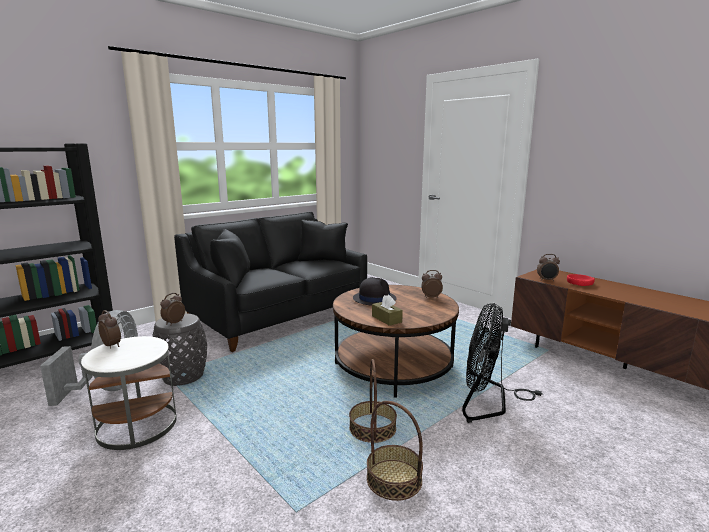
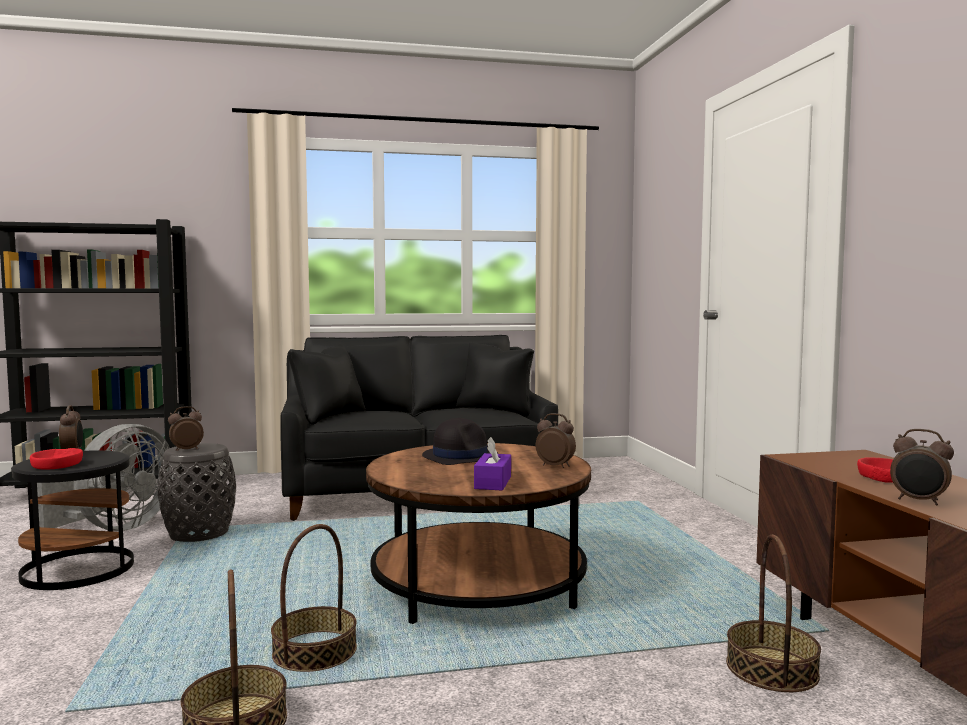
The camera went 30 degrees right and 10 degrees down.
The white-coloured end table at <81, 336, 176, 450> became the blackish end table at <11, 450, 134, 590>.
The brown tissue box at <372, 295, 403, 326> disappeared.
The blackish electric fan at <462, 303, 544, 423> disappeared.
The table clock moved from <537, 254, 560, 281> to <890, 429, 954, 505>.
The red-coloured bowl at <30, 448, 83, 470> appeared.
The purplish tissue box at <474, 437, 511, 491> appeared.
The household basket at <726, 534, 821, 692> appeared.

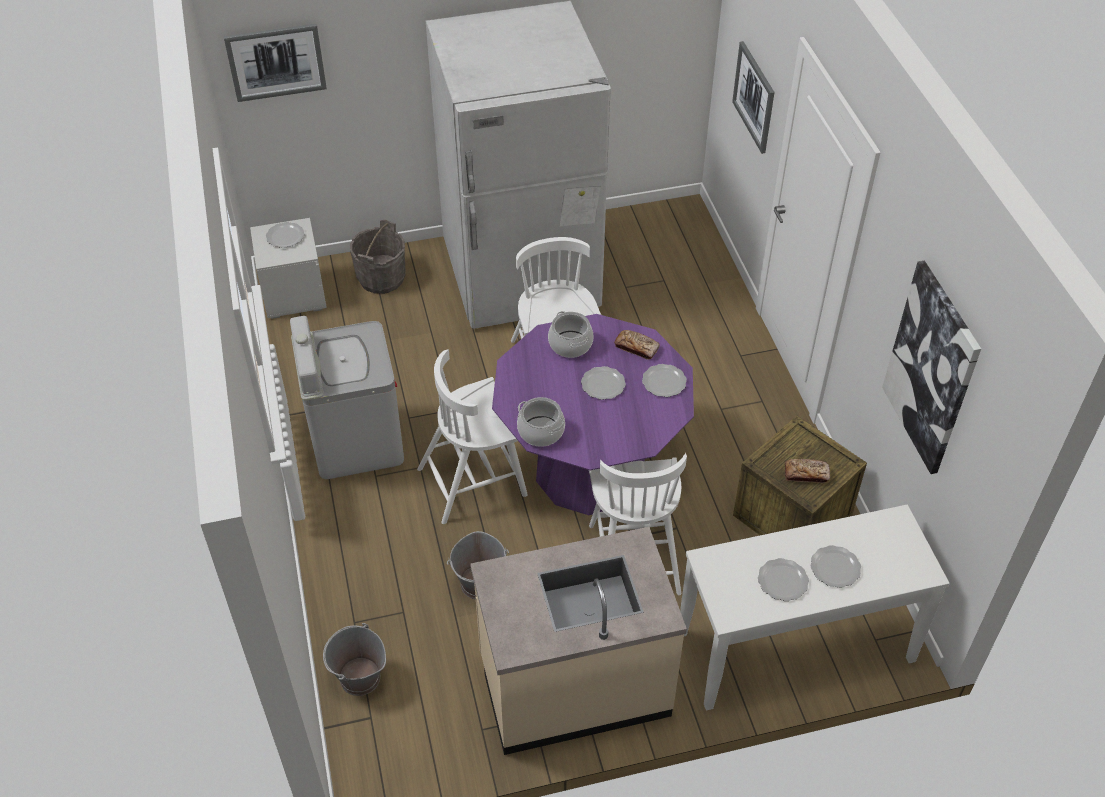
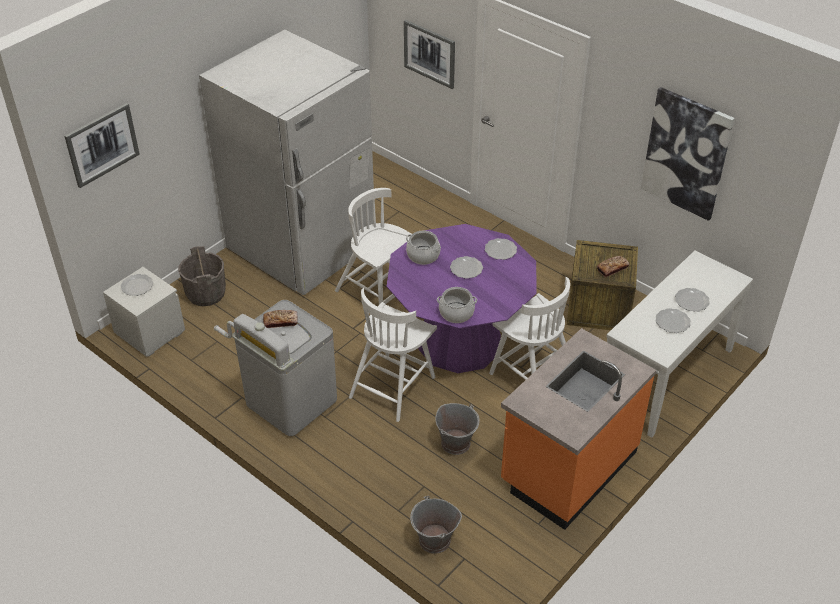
The camera went 35 degrees left and 5 degrees down.
The beige-coloured kitchen base unit at <470, 527, 687, 755> became the orange kitchen base unit at <501, 328, 656, 530>.
The baked bread moved from <614, 330, 660, 360> to <263, 310, 298, 328>.

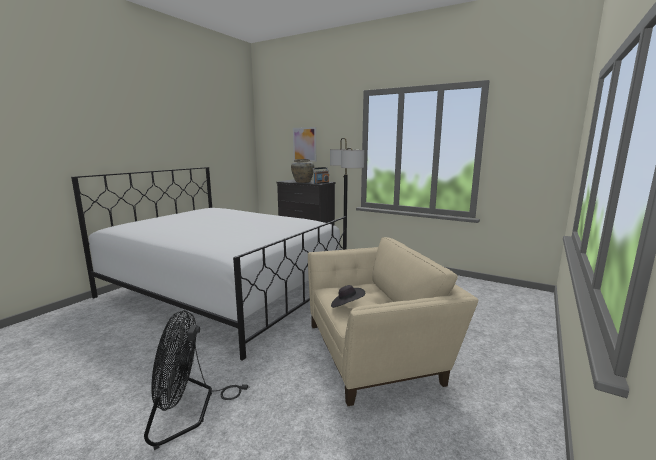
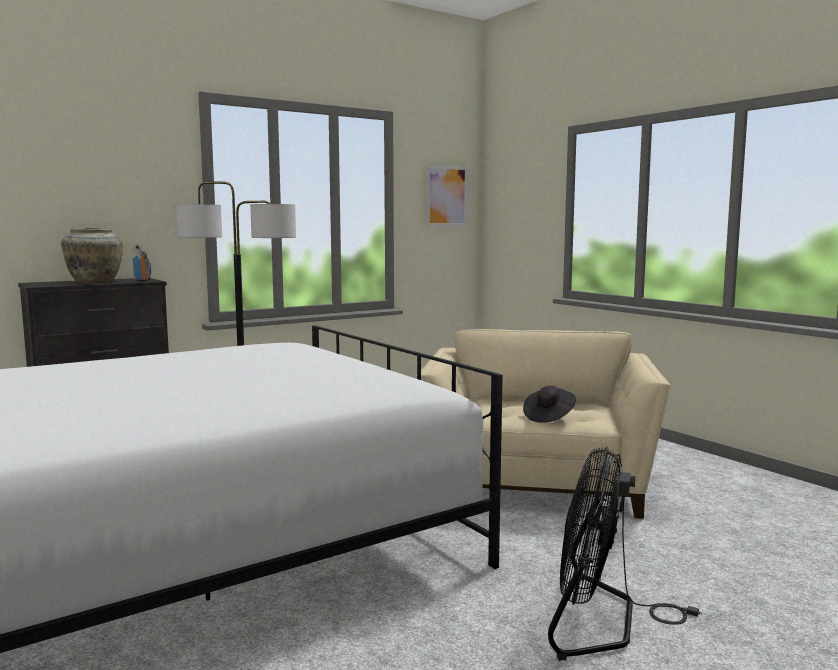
The camera went 65 degrees left and 5 degrees down.
The blackish electric fan at <144, 310, 249, 450> turned 90 degrees clockwise.
The picture moved from <293, 127, 316, 162> to <427, 165, 467, 226>.

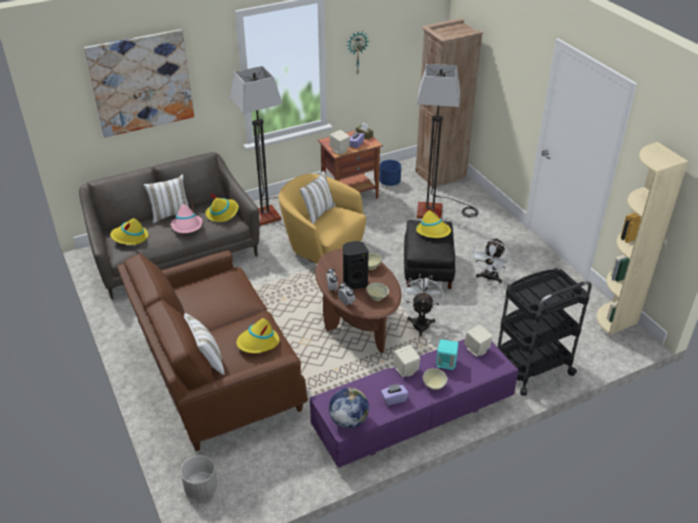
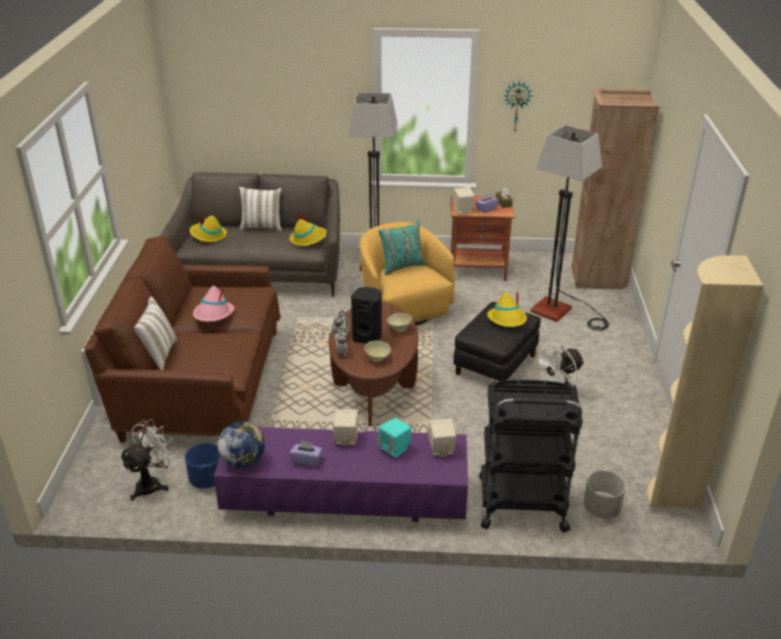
The camera went 30 degrees right and 5 degrees down.
The picture at <84, 29, 194, 138> disappeared.
The pink-coloured clothing hat moved from <171, 204, 203, 233> to <193, 285, 234, 322>.
The grey plant pot moved from <181, 455, 217, 500> to <583, 470, 626, 519>.
The yellowish clothing hat at <236, 318, 279, 353> disappeared.
The white-coloured cushion at <300, 171, 336, 224> became the turquoise-coloured cushion at <378, 221, 426, 275>.
The blue plant pot moved from <379, 160, 401, 186> to <185, 443, 220, 489>.
The white-coloured electric fan moved from <403, 274, 444, 336> to <119, 419, 178, 501>.
The beige-coloured bowl at <423, 368, 447, 390> disappeared.

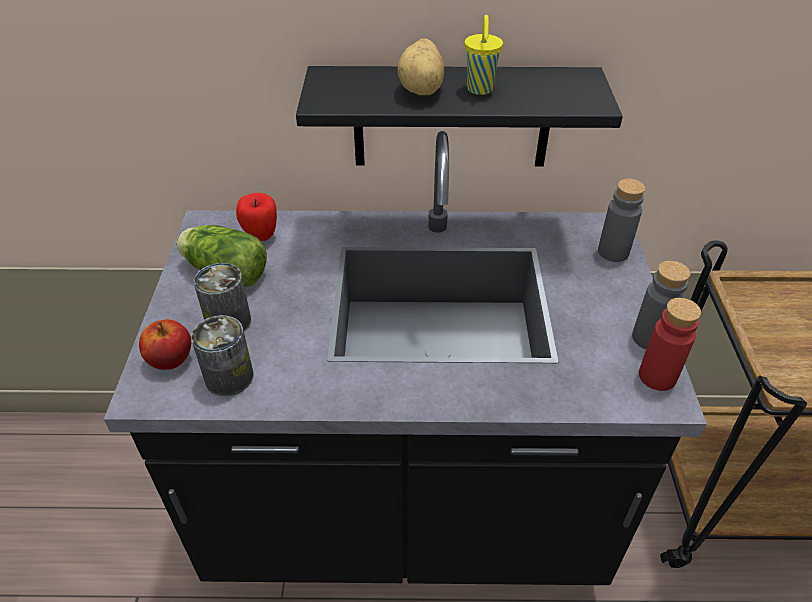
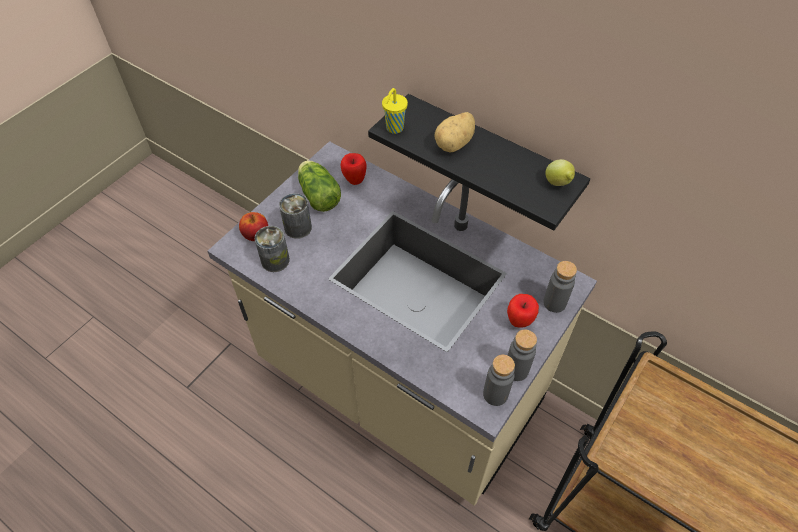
The camera went 35 degrees right and 10 degrees up.
The blackish kitchen base unit at <104, 131, 707, 585> became the beige-coloured kitchen base unit at <207, 141, 597, 506>.
The yellowish drinking cup moved from <464, 15, 503, 95> to <382, 88, 408, 134>.
The red-coloured bottle at <639, 298, 701, 391> became the grey bottle at <483, 354, 515, 406>.
The apple fruit at <507, 294, 539, 328> appeared.
The citrus fruit at <546, 159, 575, 186> appeared.

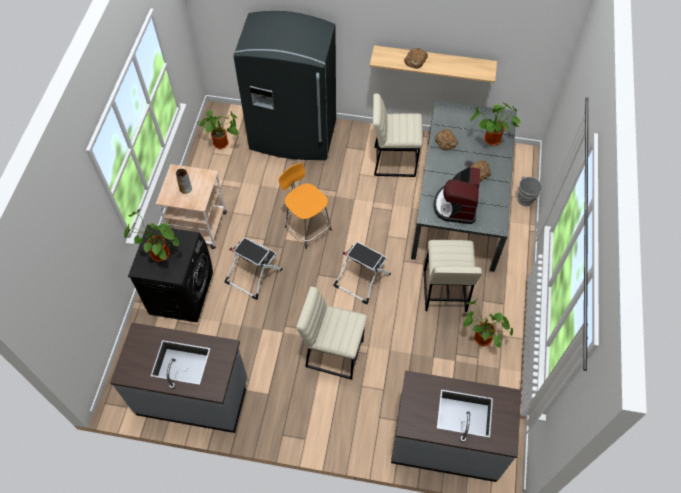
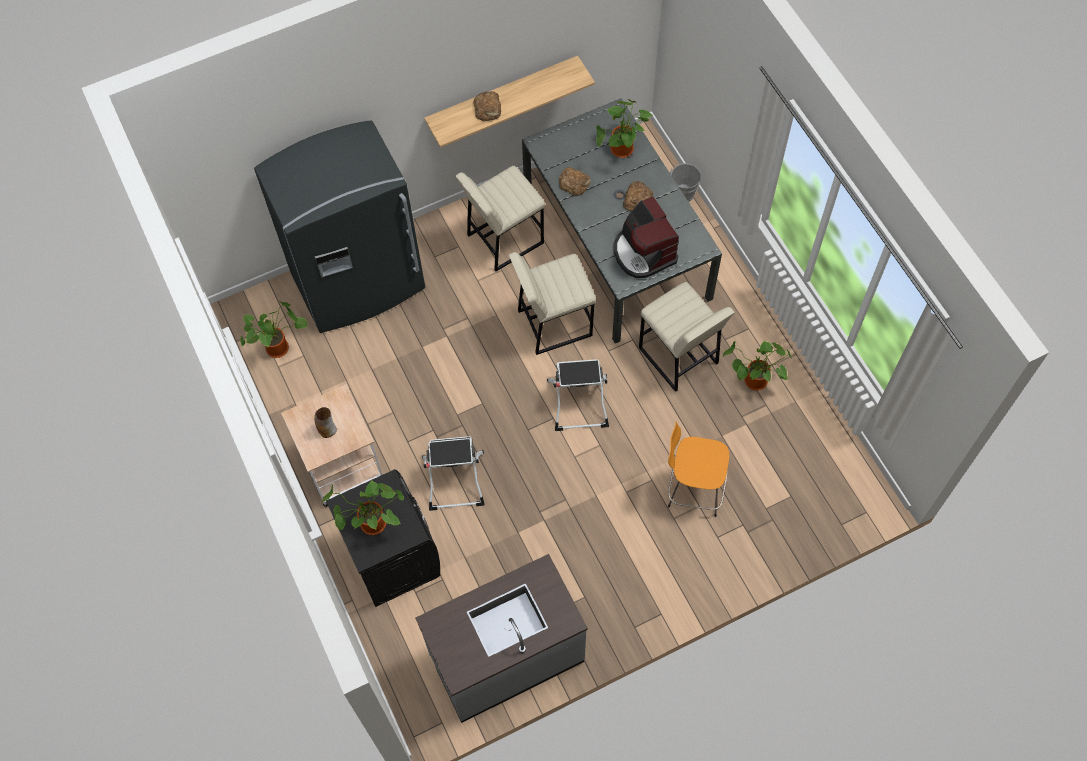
The camera went 35 degrees left and 5 degrees up.
The orange sitting stool moved from <279, 163, 332, 249> to <668, 422, 729, 517>.
The beige-coloured upright chair moved from <296, 286, 367, 380> to <509, 252, 596, 355>.
The grey kitchen base unit at <391, 370, 521, 482> disappeared.

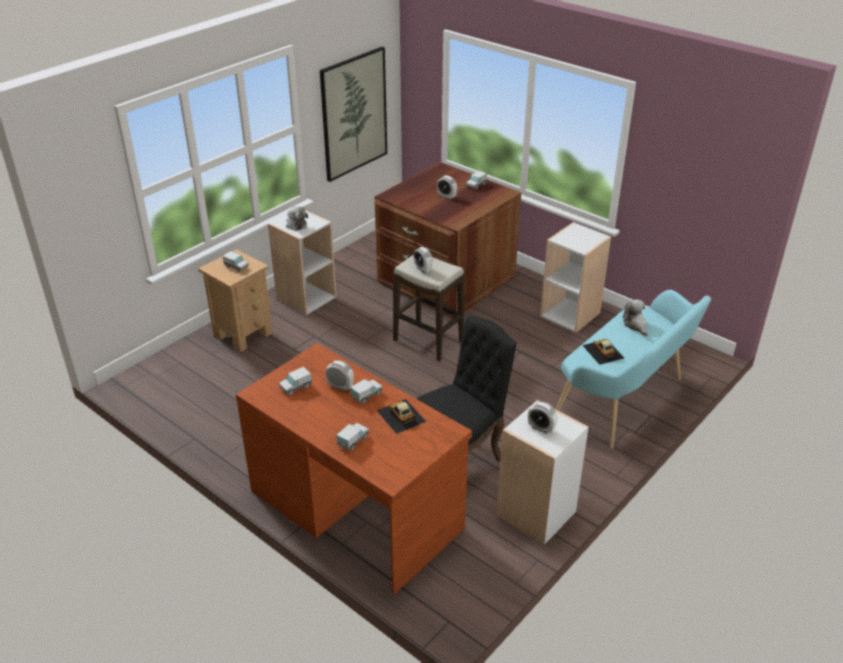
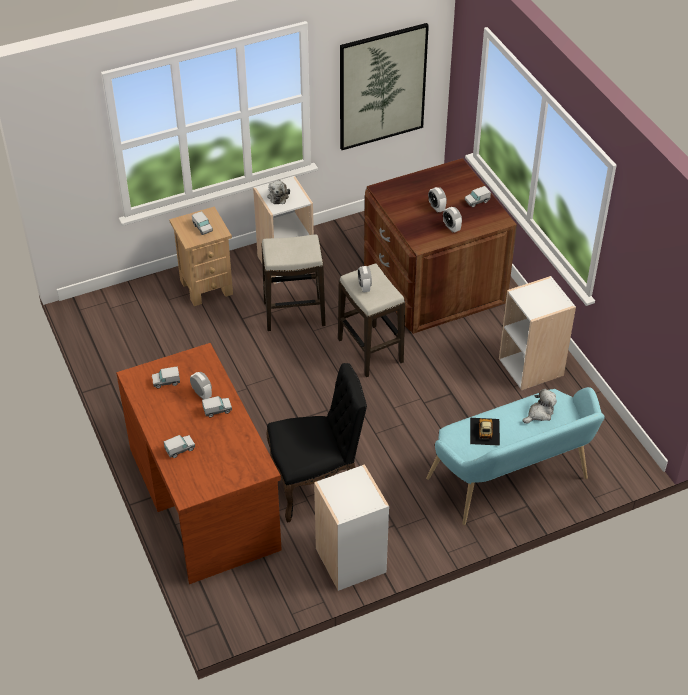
The camera went 25 degrees right and 10 degrees up.
The toy car at <377, 399, 426, 434> disappeared.
The table clock moved from <528, 402, 557, 434> to <443, 207, 462, 233>.
The cuddly toy at <623, 300, 648, 336> turned 45 degrees clockwise.
The sitting stool at <261, 234, 325, 331> appeared.

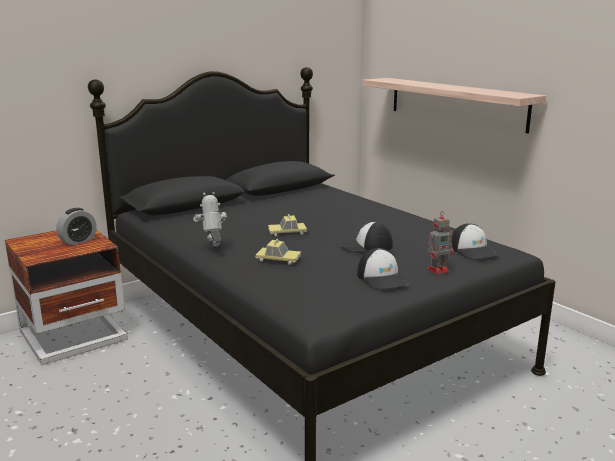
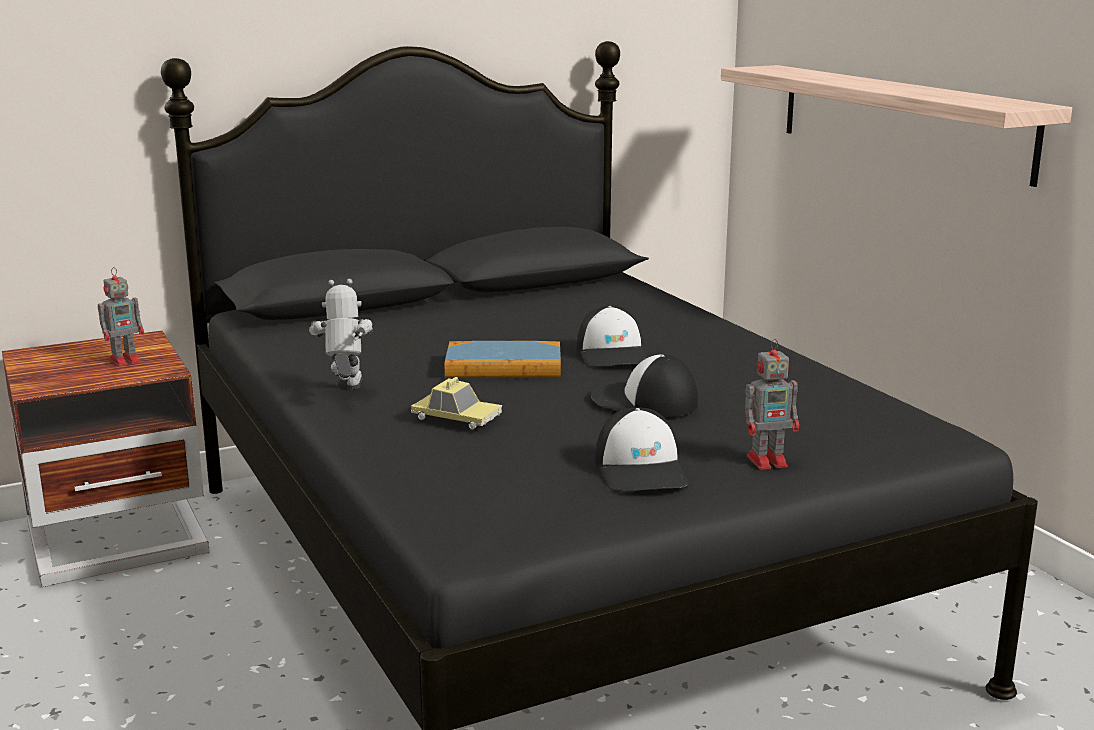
The camera went 10 degrees right and 0 degrees up.
The table clock at <56, 208, 97, 245> was replaced by the toy robot at <98, 267, 144, 367>.
The toy car at <268, 214, 307, 236> was replaced by the book at <445, 341, 561, 377>.
The cap moved from <452, 223, 499, 259> to <576, 306, 648, 367>.

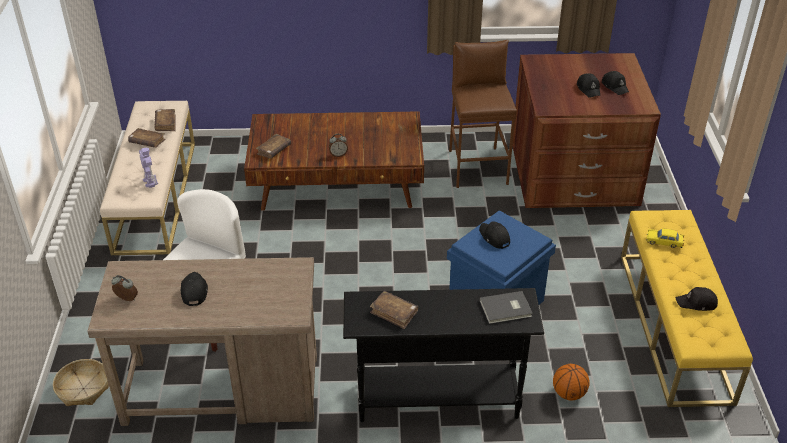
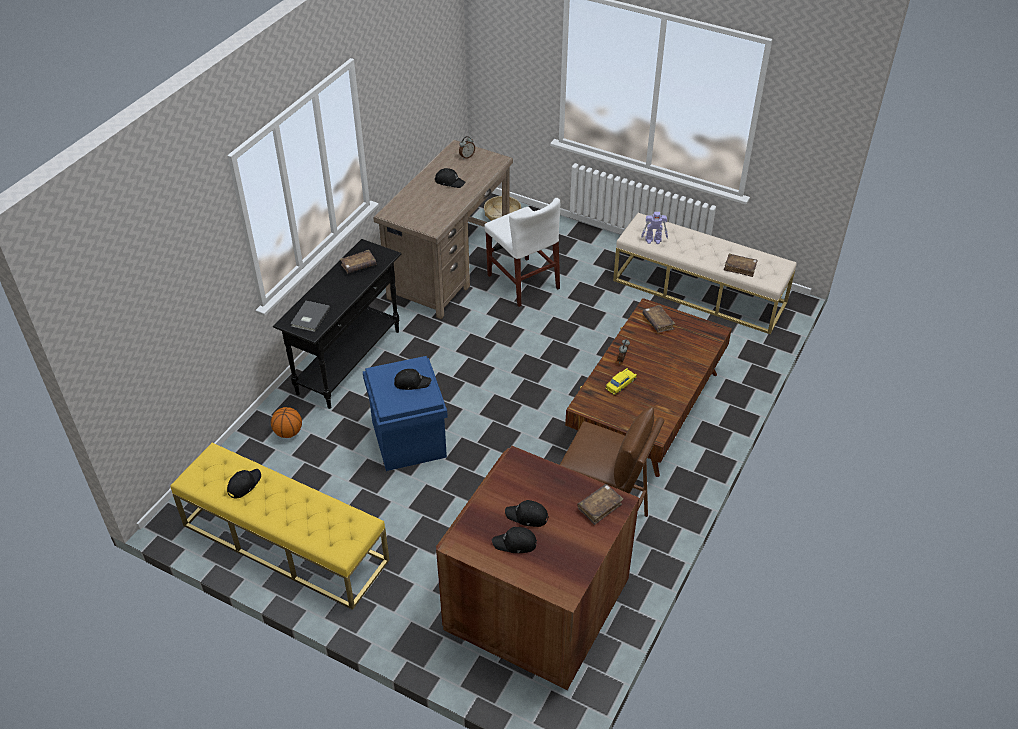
The camera went 120 degrees right and 5 degrees up.
The brown book moved from <128, 128, 166, 148> to <577, 484, 624, 525>.
The yellowish toy car moved from <646, 229, 684, 248> to <605, 368, 637, 395>.

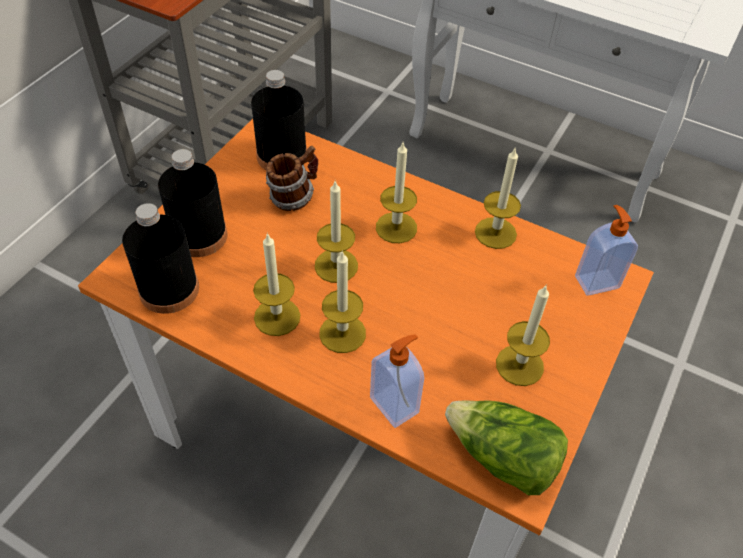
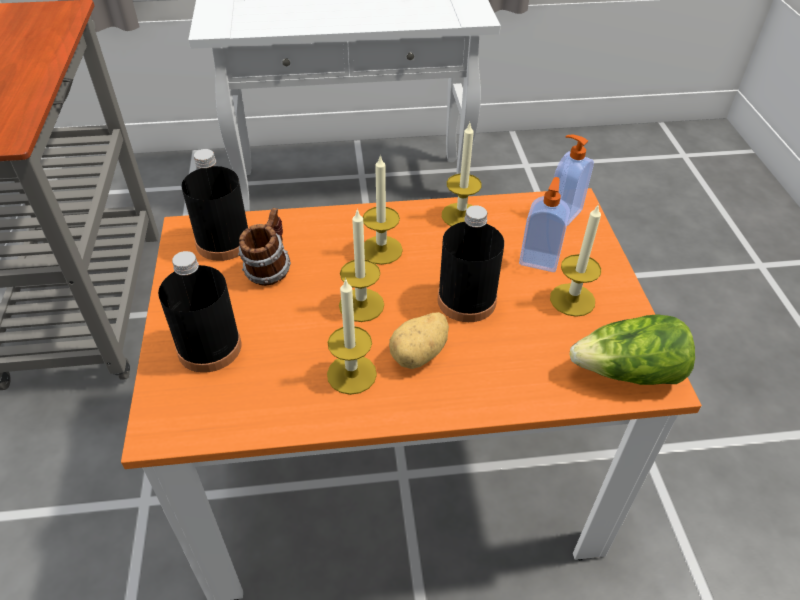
The camera went 35 degrees left and 5 degrees down.
The blackish bottle moved from <122, 203, 199, 314> to <437, 205, 504, 322>.
The wax light at <319, 250, 366, 353> was replaced by the whole potato at <389, 312, 449, 369>.
The liquid soap bottle moved from <370, 334, 424, 428> to <519, 177, 570, 272>.

